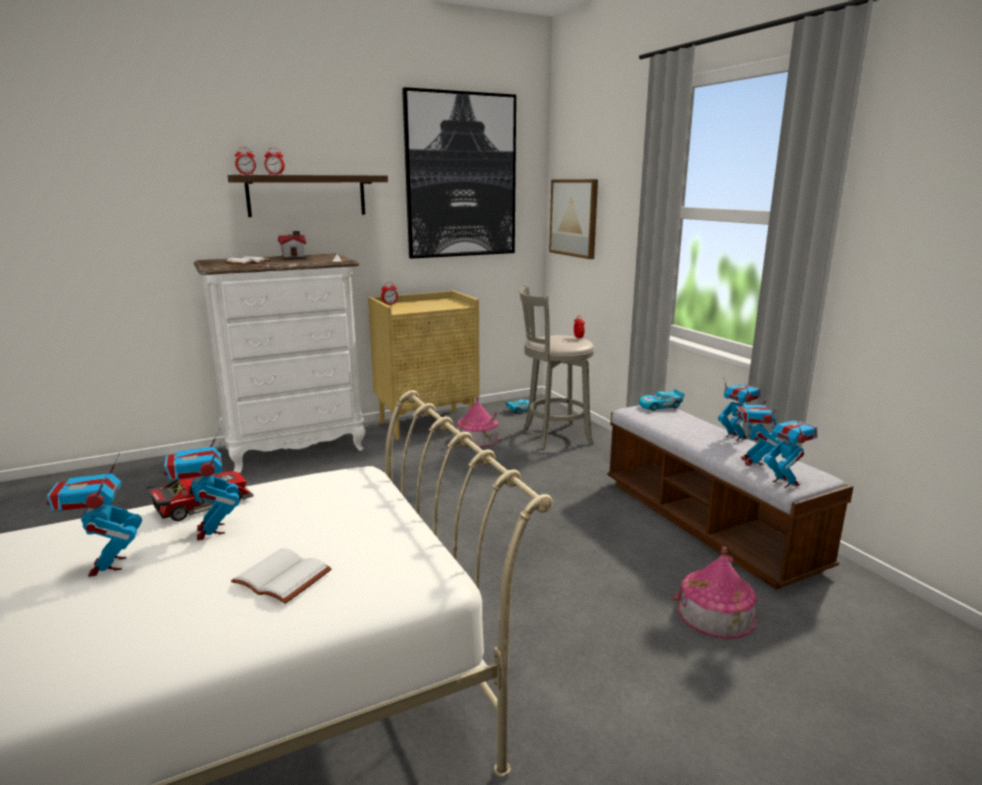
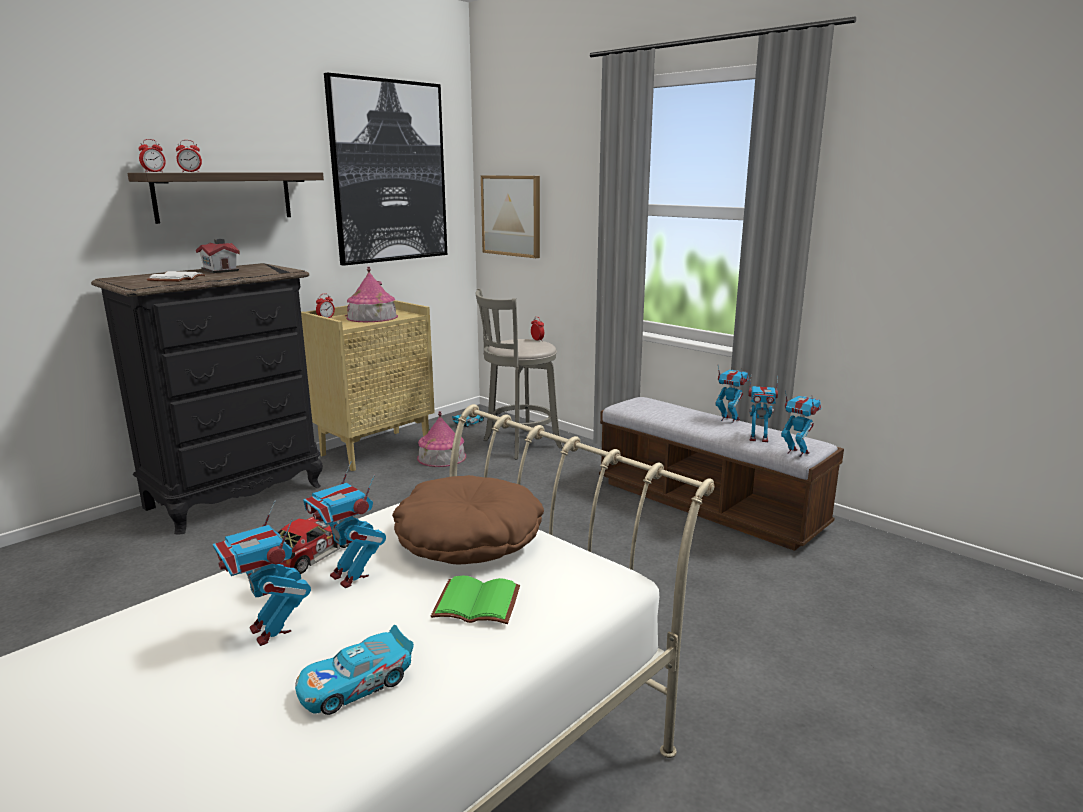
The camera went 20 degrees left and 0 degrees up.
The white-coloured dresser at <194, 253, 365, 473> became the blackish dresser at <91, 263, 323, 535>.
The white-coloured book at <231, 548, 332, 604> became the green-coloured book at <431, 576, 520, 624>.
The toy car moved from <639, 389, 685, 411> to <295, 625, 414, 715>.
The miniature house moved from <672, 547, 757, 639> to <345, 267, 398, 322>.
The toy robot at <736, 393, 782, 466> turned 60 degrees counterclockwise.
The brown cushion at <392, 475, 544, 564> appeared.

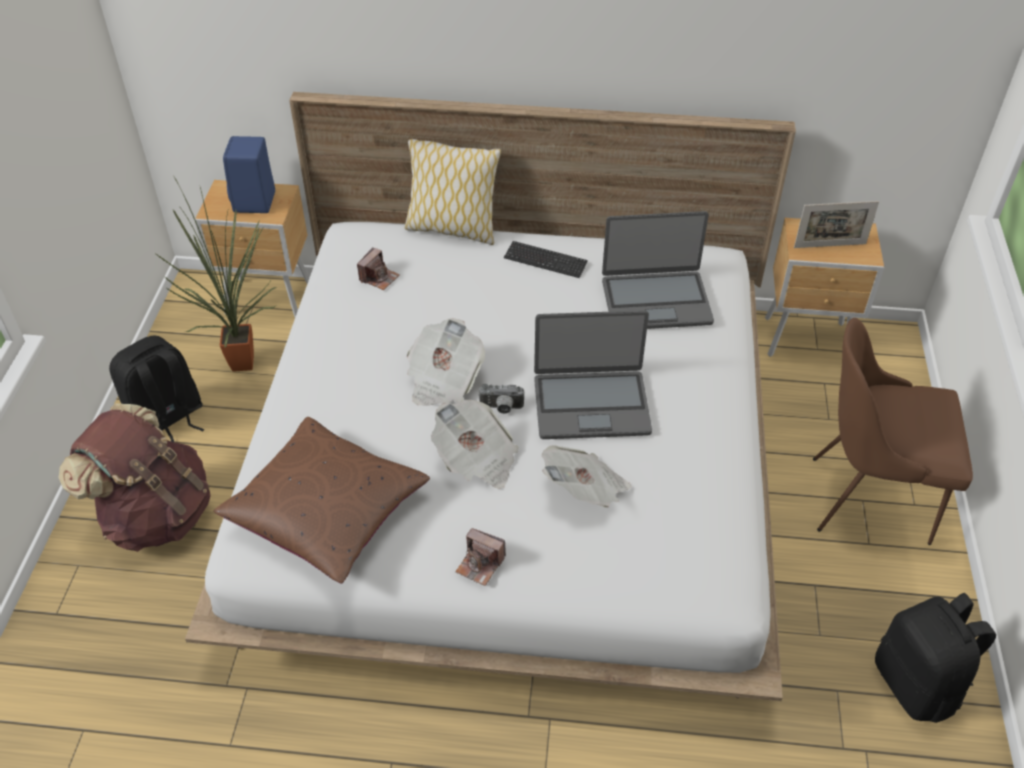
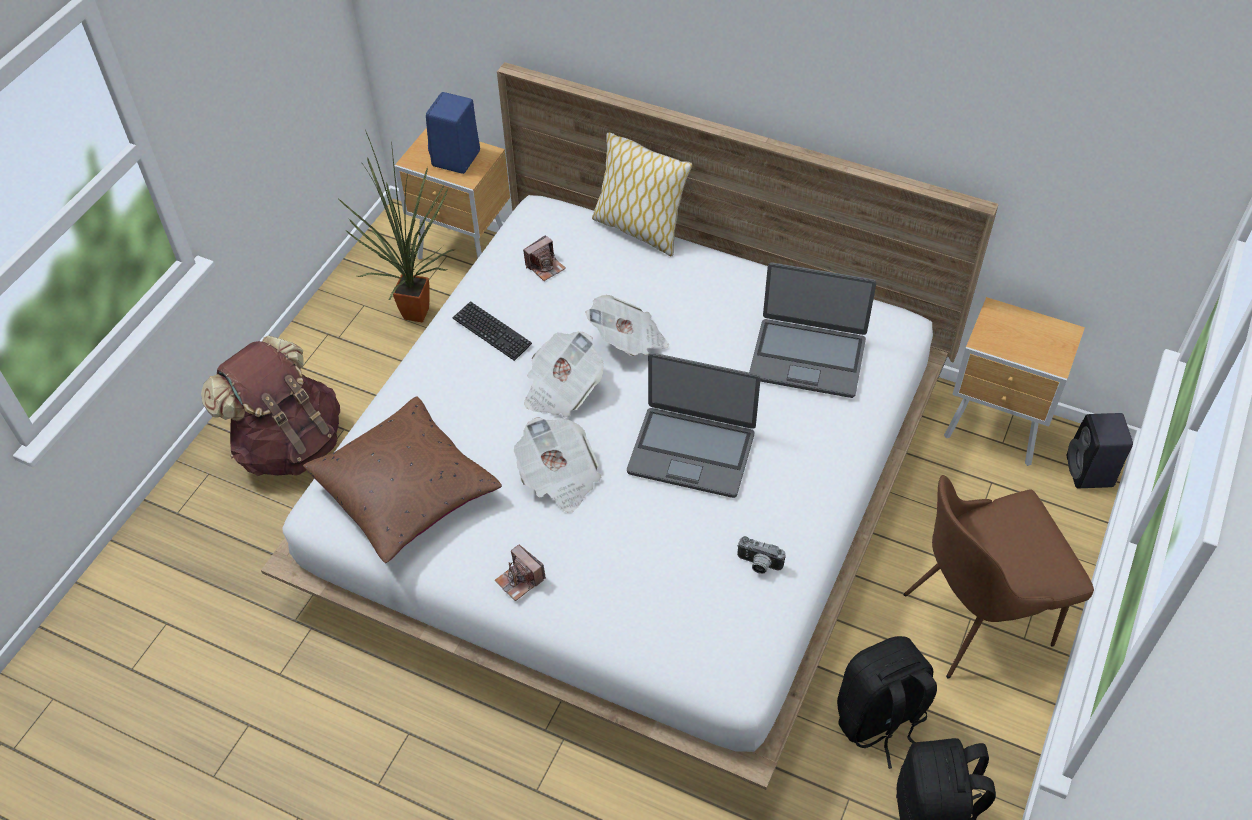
The camera went 20 degrees right and 5 degrees up.
The blackish rucksack moved from <109, 335, 205, 442> to <837, 636, 937, 769>.
The photo camera moved from <479, 384, 525, 414> to <737, 536, 786, 574>.
The keyboard moved from <504, 241, 588, 278> to <453, 301, 532, 361>.
The daily paper moved from <541, 445, 631, 508> to <585, 295, 669, 356>.
The standing frame at <794, 201, 879, 248> disappeared.
The brown upright chair at <813, 318, 973, 545> turned 45 degrees counterclockwise.
The blackish loudspeaker at <1067, 413, 1133, 488> appeared.

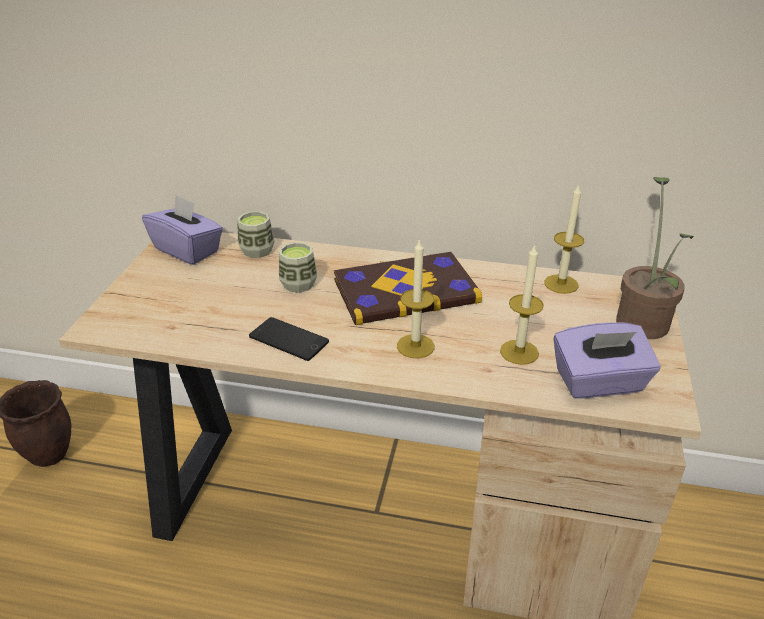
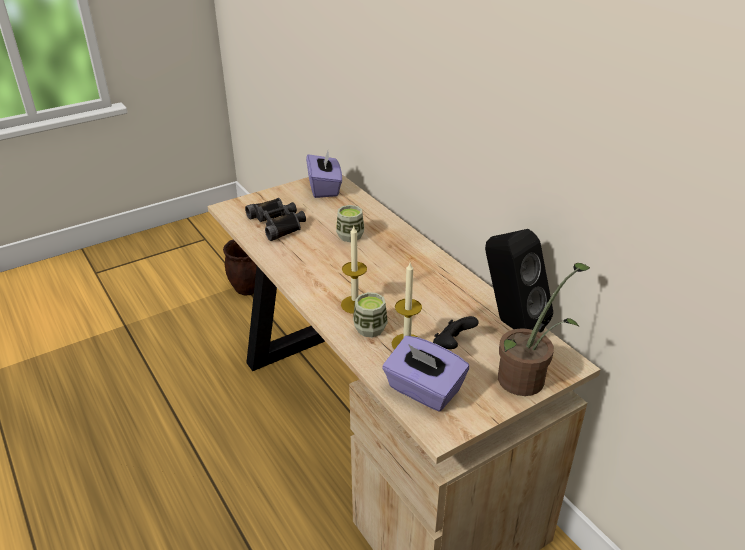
The camera went 45 degrees right and 0 degrees up.
The drinking cup moved from <237, 211, 275, 258> to <353, 292, 388, 338>.
The phone at <249, 317, 329, 361> disappeared.
The book at <334, 252, 482, 325> disappeared.
The wax light at <544, 184, 584, 294> was replaced by the blackish loudspeaker at <485, 229, 553, 333>.
The blackish pair of binoculars at <245, 198, 306, 241> appeared.
The blackish joypad at <433, 316, 479, 349> appeared.

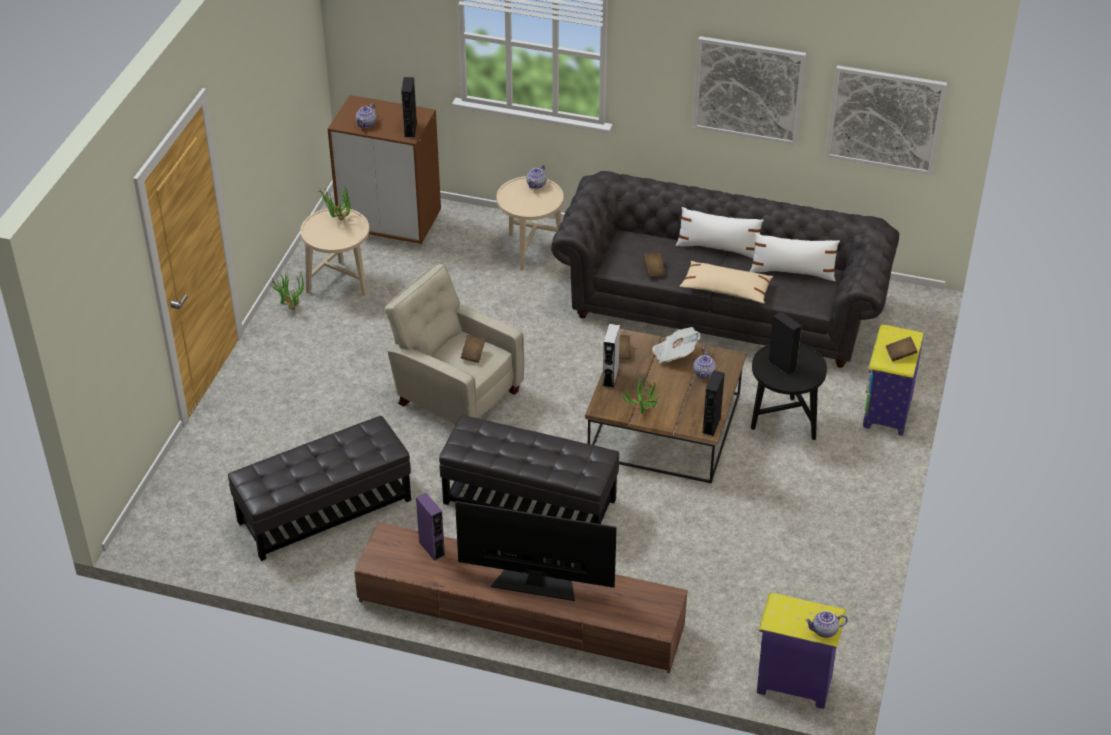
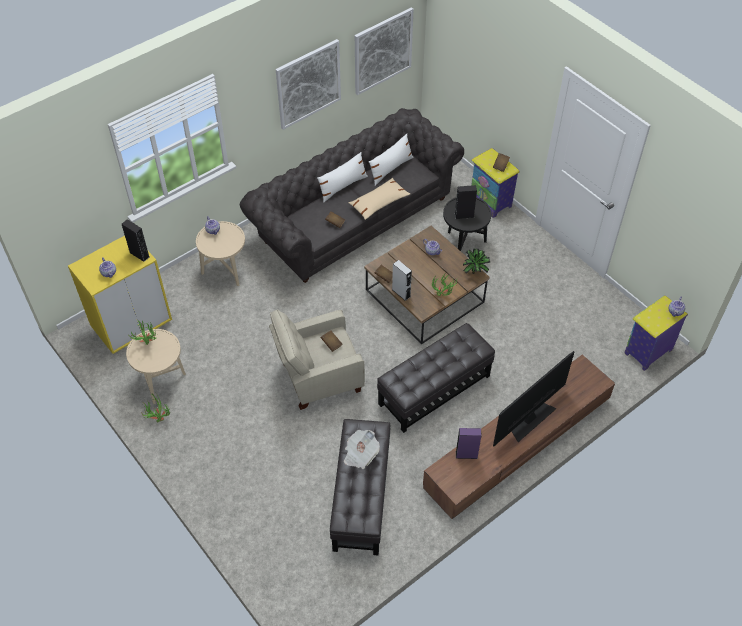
The camera went 55 degrees left and 10 degrees up.
The brown cupboard at <328, 95, 441, 244> became the yellowish cupboard at <68, 236, 172, 354>.
The daily paper moved from <652, 327, 701, 363> to <344, 430, 380, 469>.
The blackish loudspeaker at <702, 370, 725, 436> was replaced by the potted plant at <463, 248, 490, 274>.

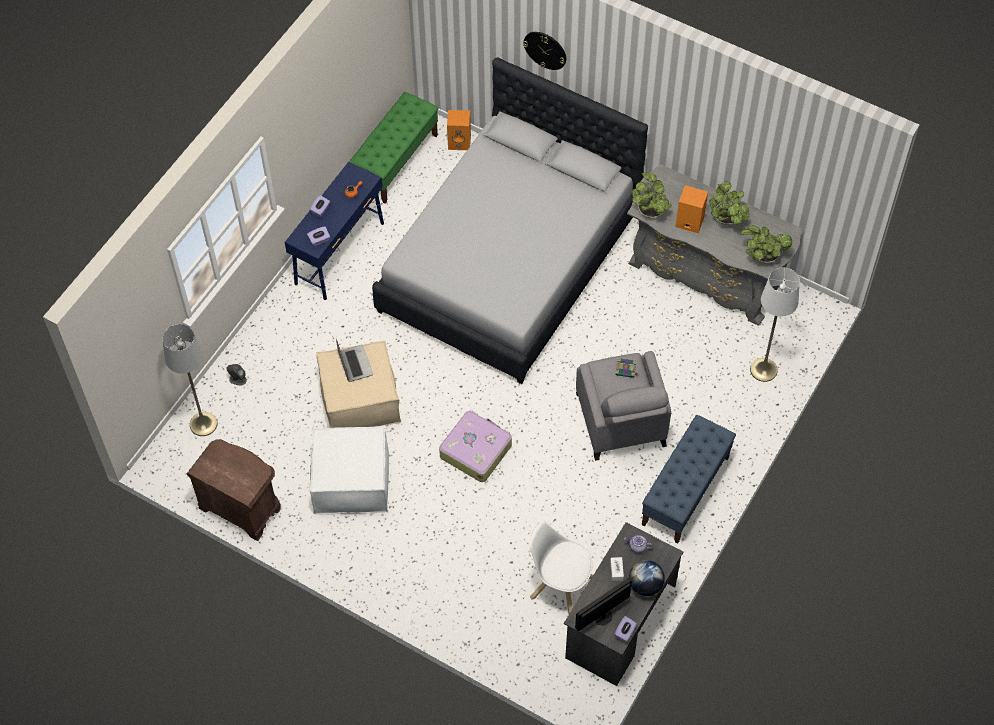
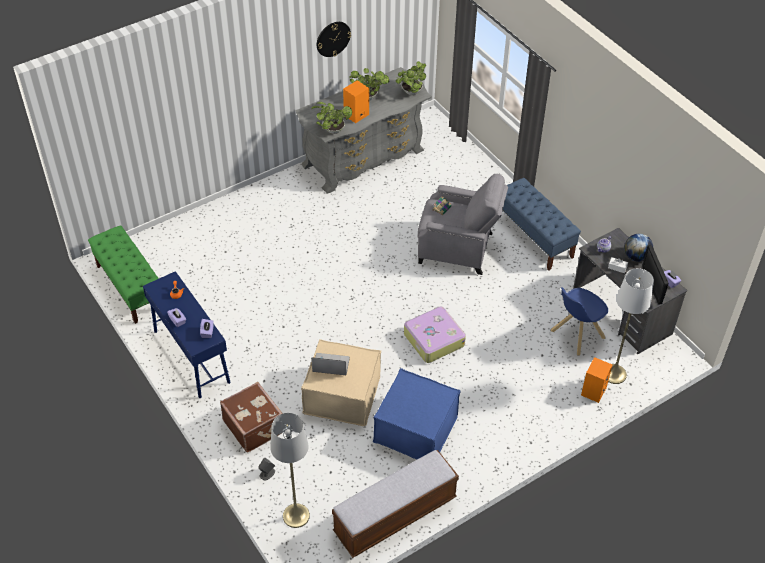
The camera went 65 degrees left and 10 degrees down.
The brown bedside table at <187, 439, 281, 541> was replaced by the long seat at <332, 450, 459, 558>.
The white-coloured ottoman at <310, 425, 389, 515> became the blue ottoman at <373, 368, 461, 459>.
The grey sleeping bed at <372, 57, 648, 384> disappeared.
The orange loudspeaker moved from <447, 110, 471, 150> to <581, 357, 612, 403>.
The clock on the wall moved from <523, 32, 566, 70> to <317, 22, 351, 57>.
The white-coloured upright chair at <529, 521, 593, 614> became the blue upright chair at <551, 287, 608, 356>.
The white-coloured standard lamp moved from <750, 267, 800, 382> to <608, 268, 654, 384>.
The brown suitcase at <220, 382, 283, 452> appeared.

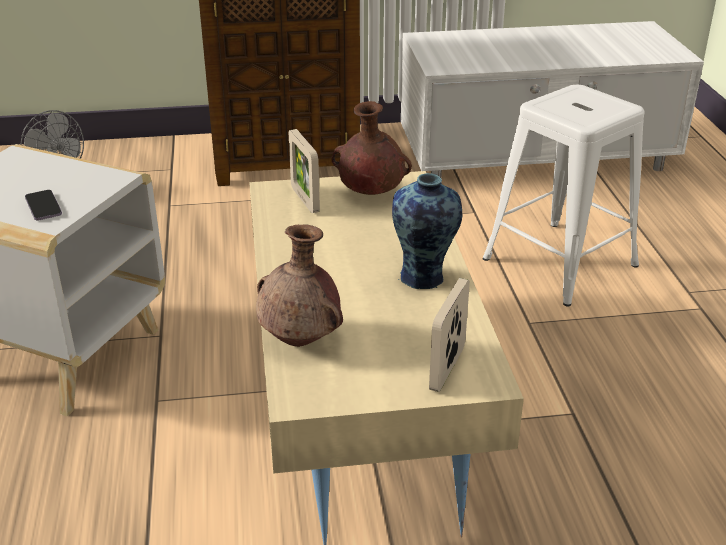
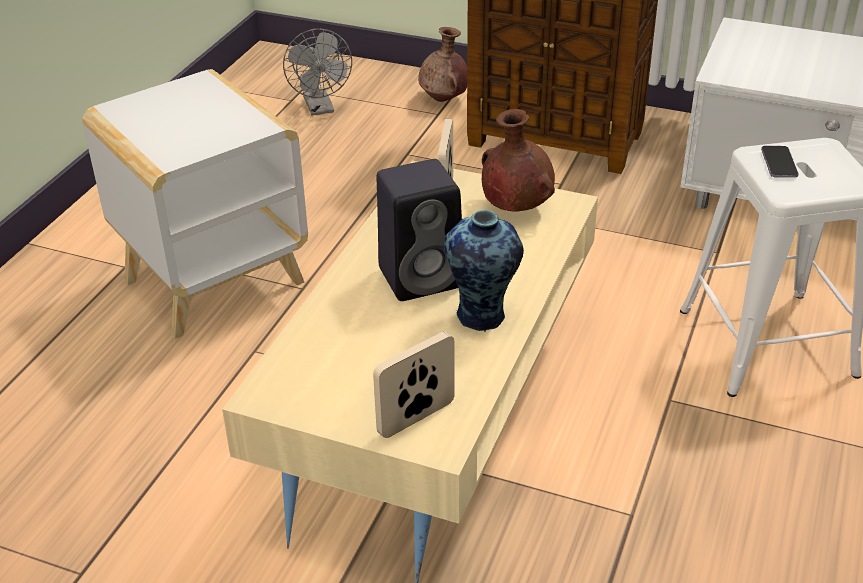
The camera went 30 degrees right and 5 degrees up.
The phone moved from <25, 190, 62, 220> to <761, 146, 799, 178>.
The brown flower vase moved from <256, 224, 343, 347> to <418, 27, 467, 102>.
The blackish loudspeaker at <377, 159, 462, 301> appeared.

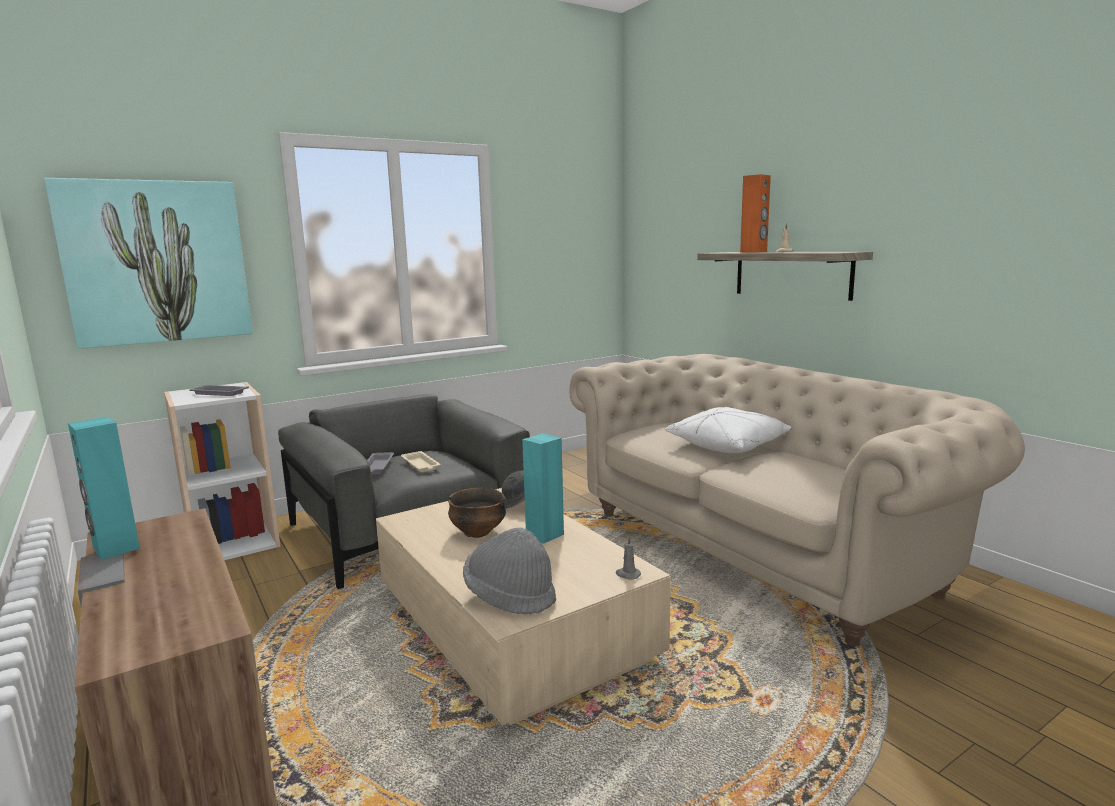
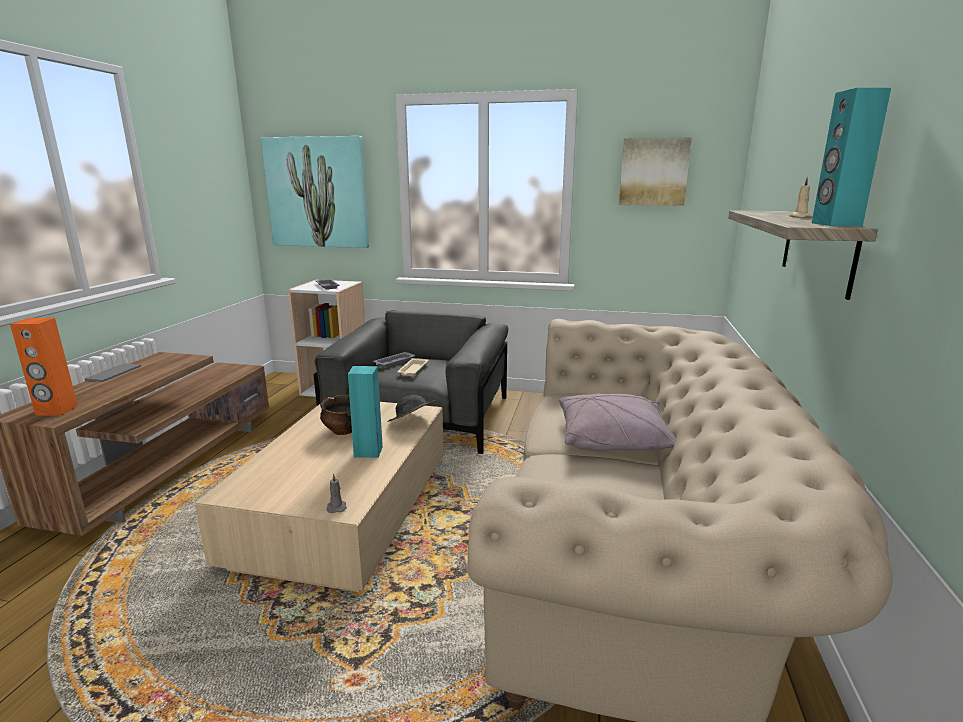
The camera went 45 degrees right and 5 degrees up.
The turquoise-coloured loudspeaker moved from <68, 417, 140, 560> to <812, 88, 891, 226>.
The grey clothing hat at <463, 528, 556, 615> disappeared.
The white-coloured cushion at <665, 407, 792, 453> became the purplish cushion at <559, 393, 676, 451>.
The orange loudspeaker moved from <740, 174, 771, 253> to <10, 318, 78, 416>.
The picture at <619, 137, 692, 206> appeared.

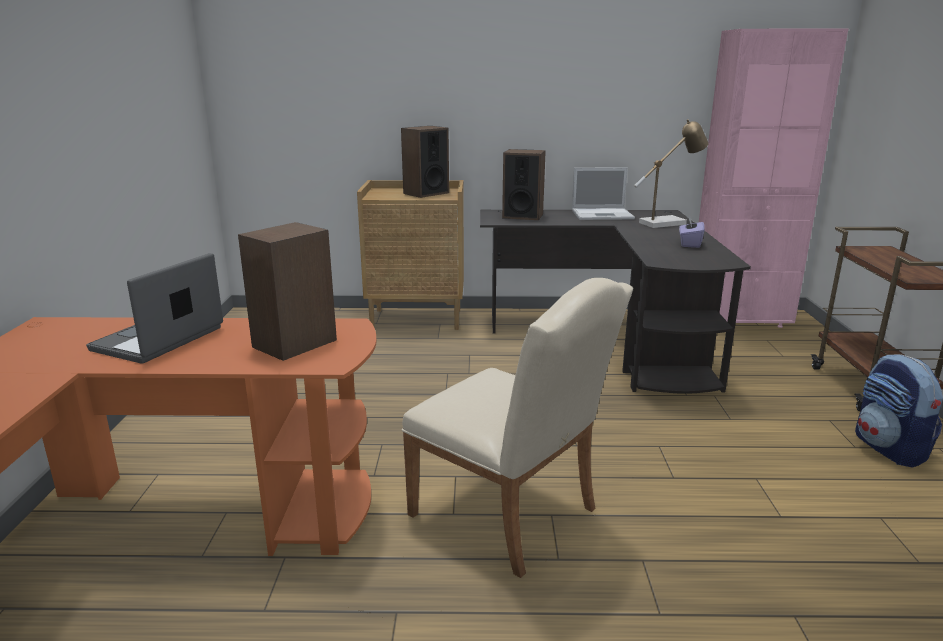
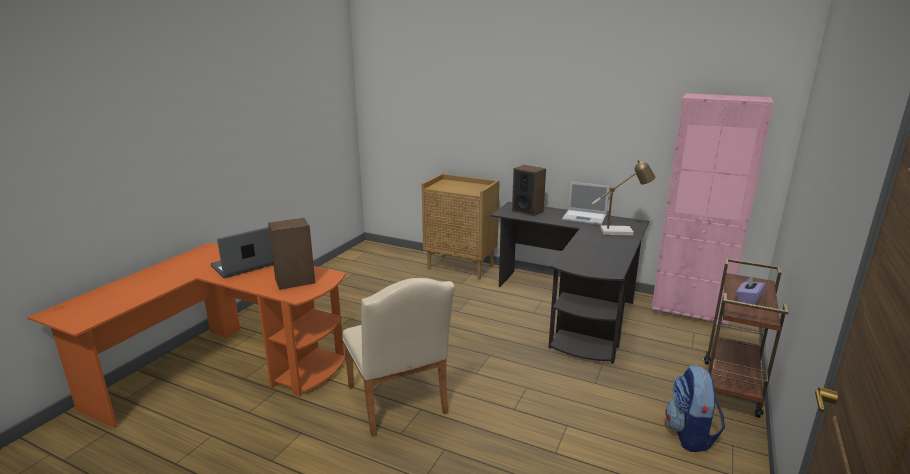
The camera went 25 degrees right and 0 degrees up.
The loudspeaker at <401, 126, 449, 198> disappeared.
The purplish tissue box moved from <679, 216, 705, 248> to <736, 276, 766, 305>.

